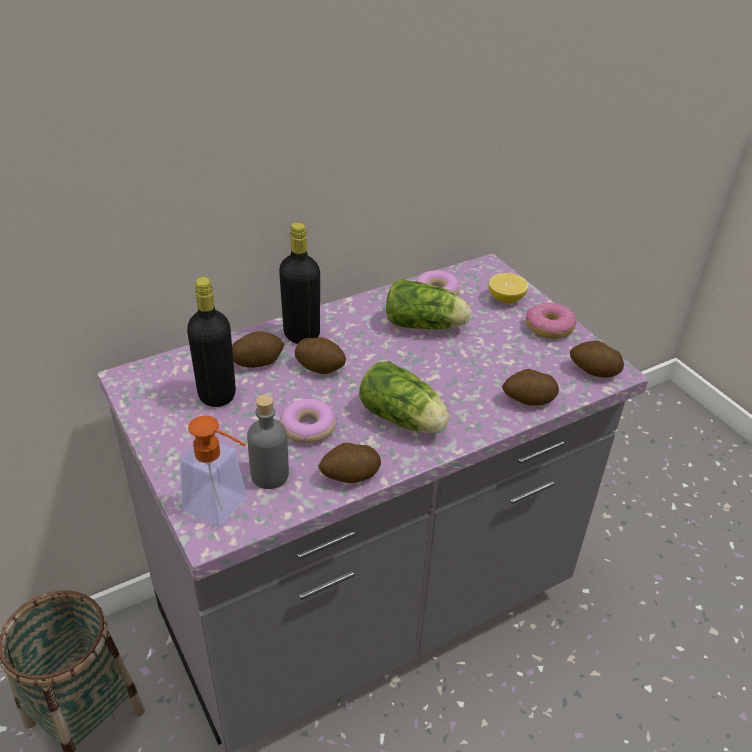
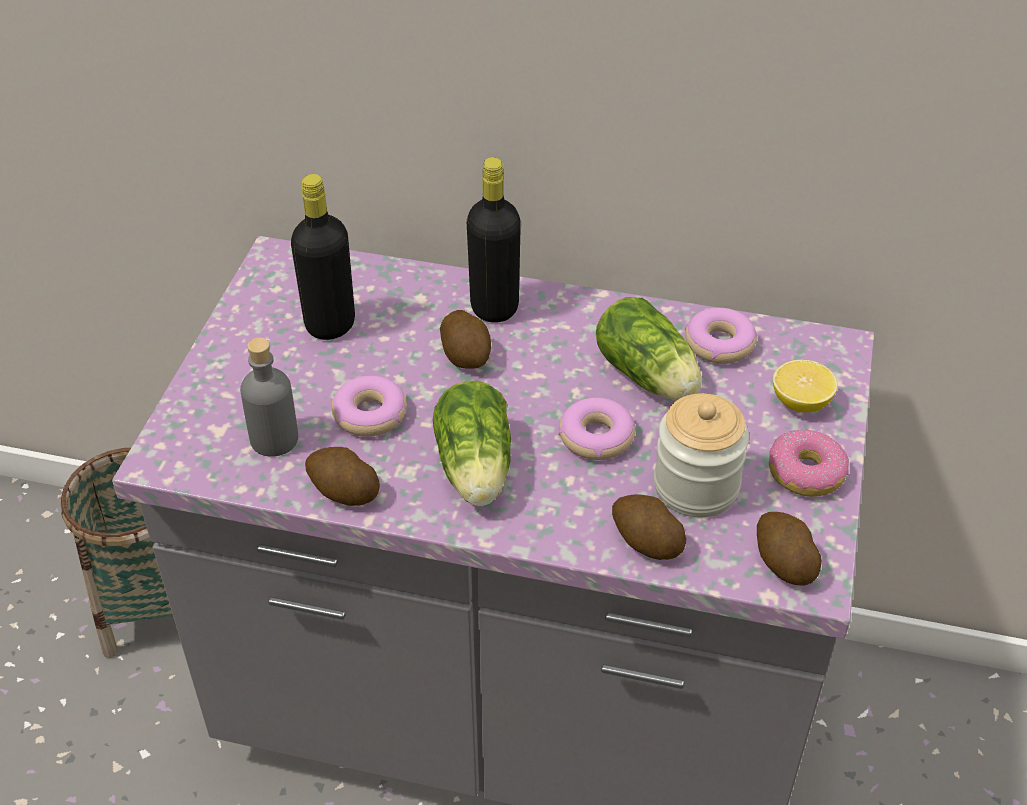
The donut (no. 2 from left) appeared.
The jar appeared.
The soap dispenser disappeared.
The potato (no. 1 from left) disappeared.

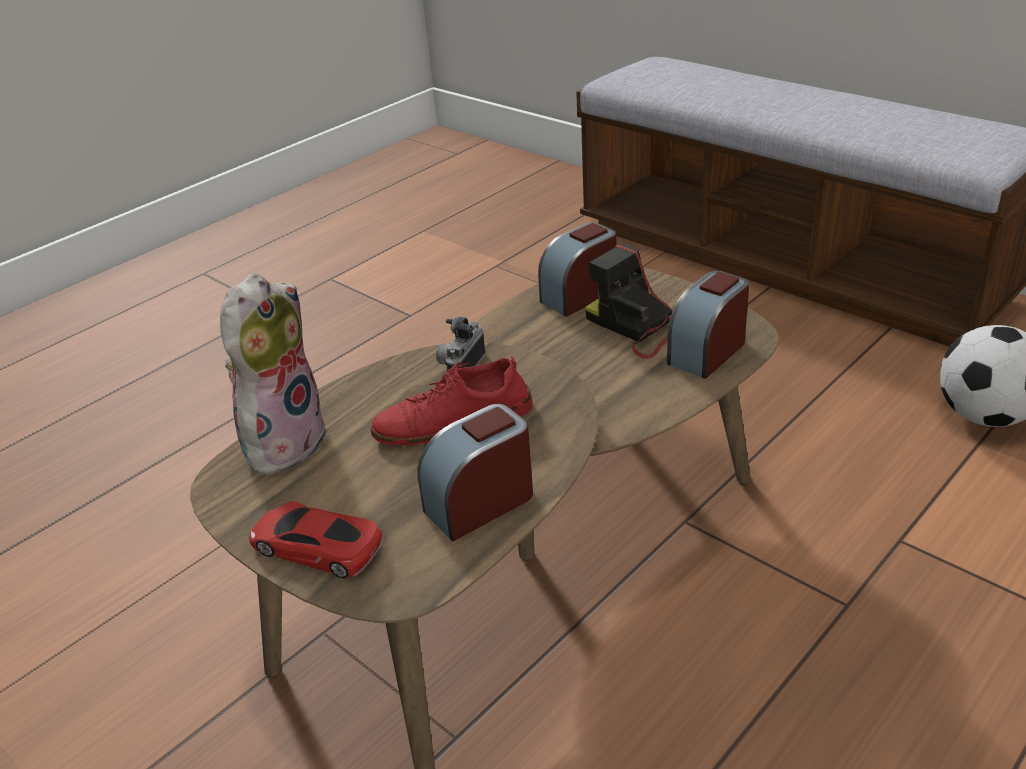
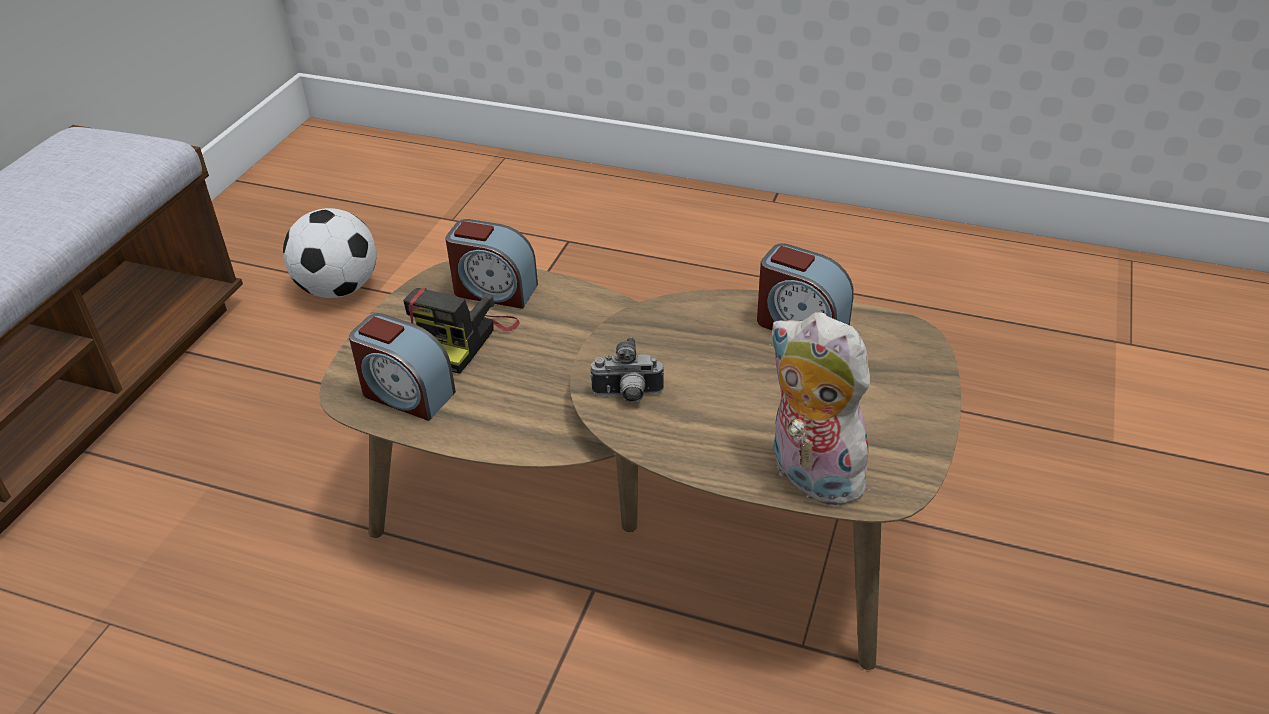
The plush toy turned 45 degrees clockwise.
The toy car/red disappeared.
The shoe/red disappeared.

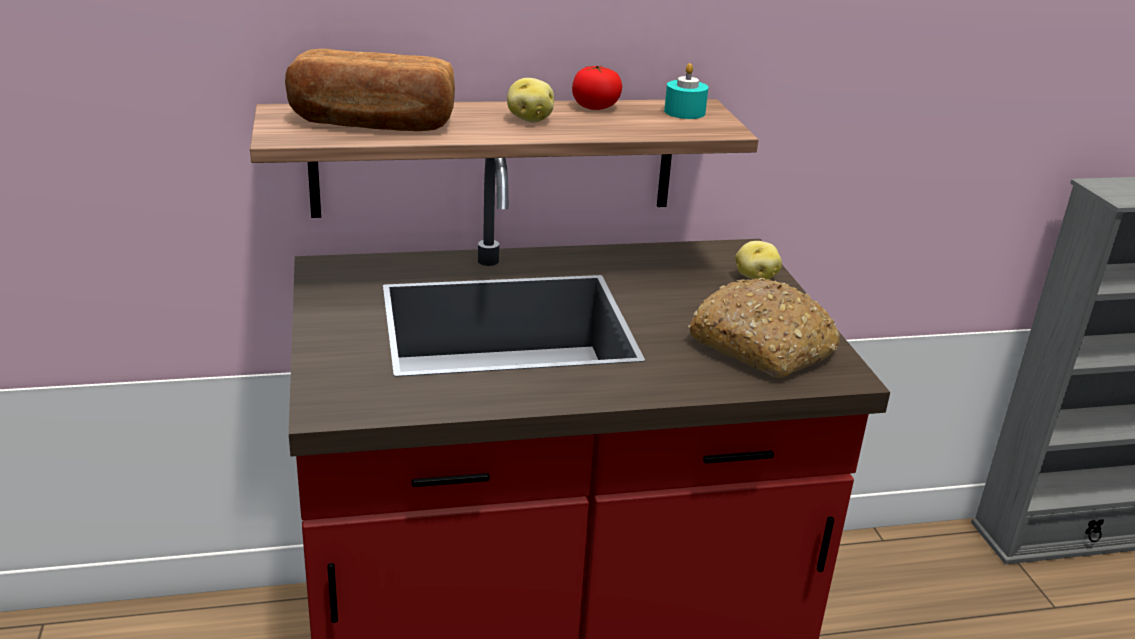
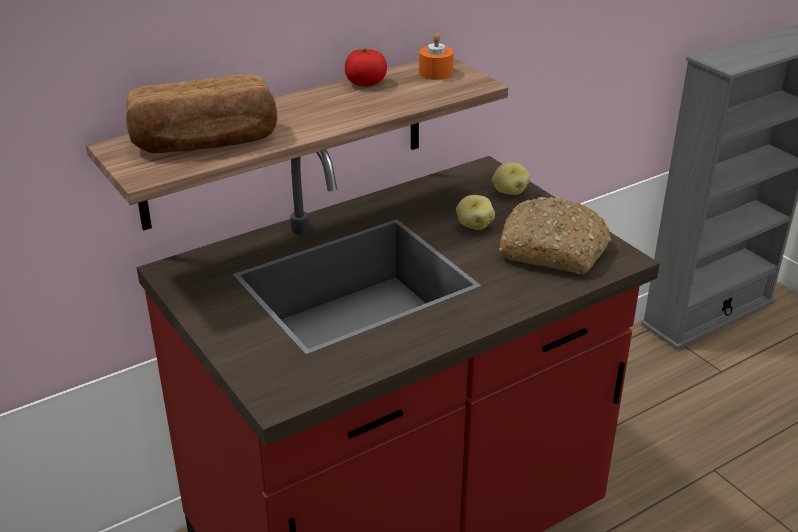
The candle/turquoise became the candle/orange.
The potato (no. 1 from left) moved.

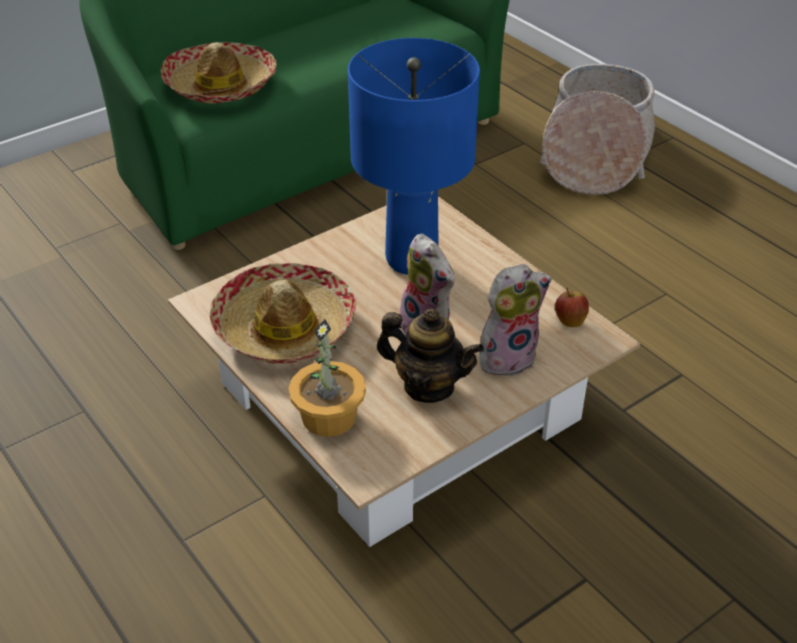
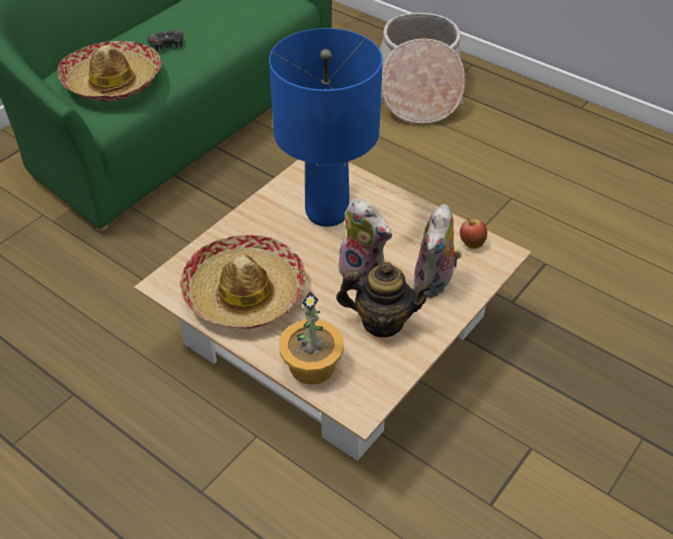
The game controller/black appeared.
The plush toy (no. 2 from left) turned 150 degrees clockwise.

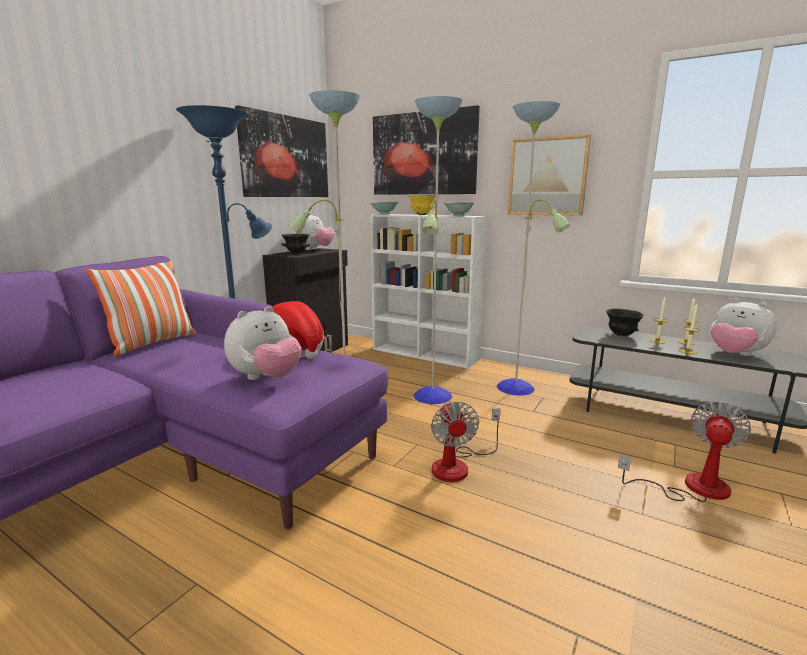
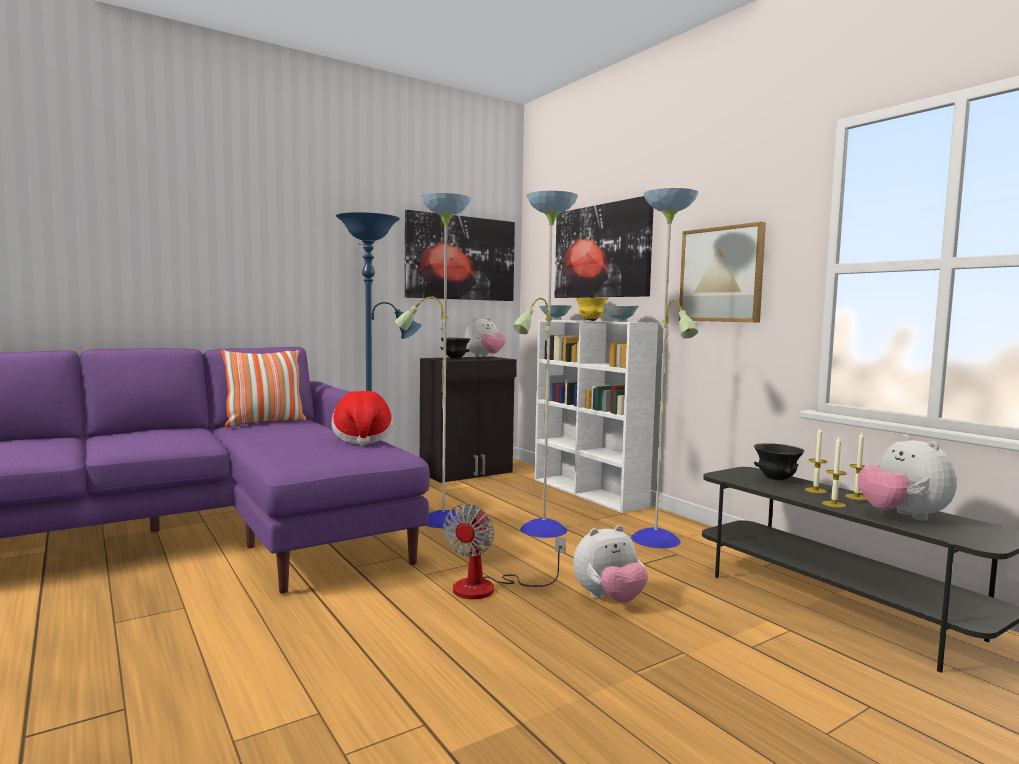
The plush toy (no. 1 from left in the first image) moved.
The fan (no. 2 from left) disappeared.

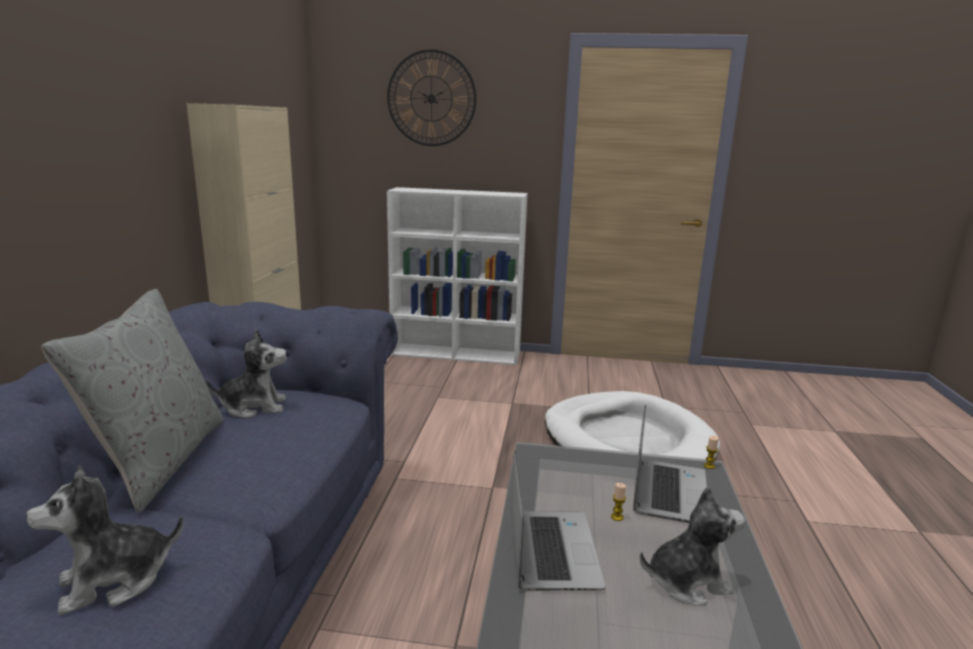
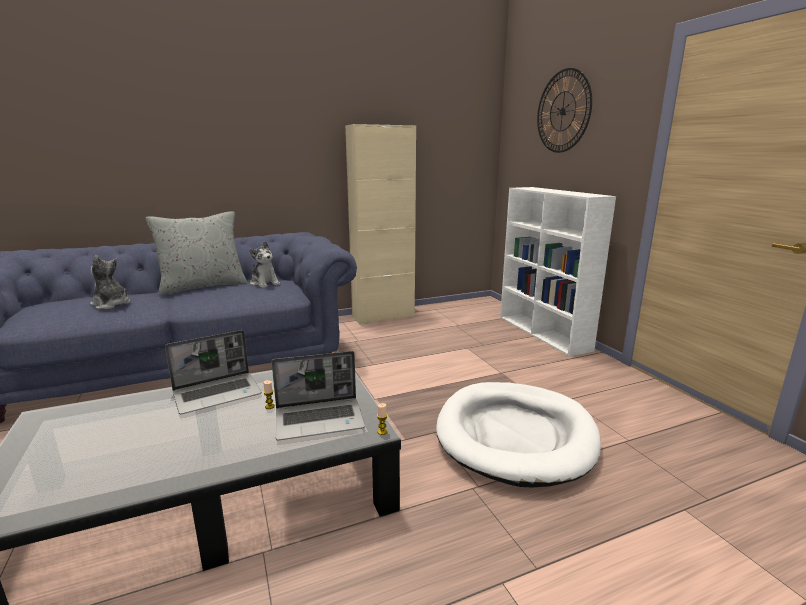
The plush toy (no. 3 from left) disappeared.

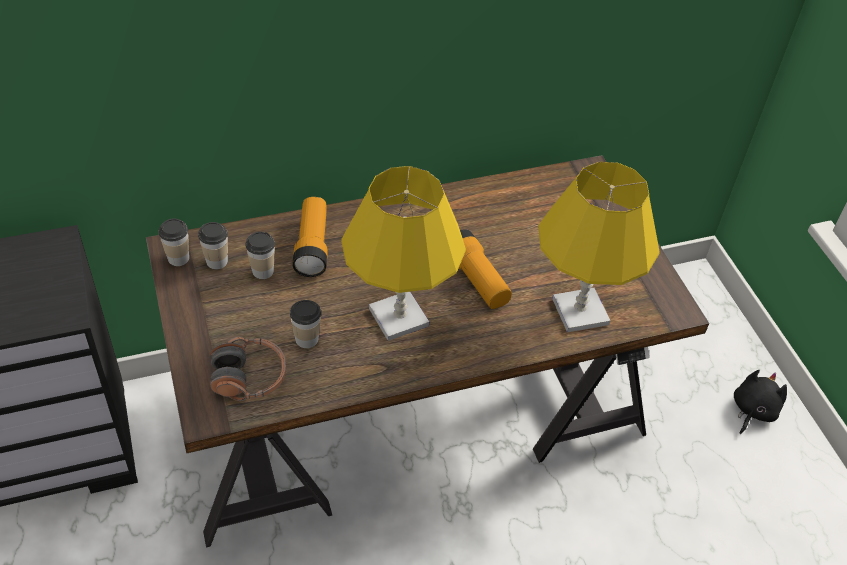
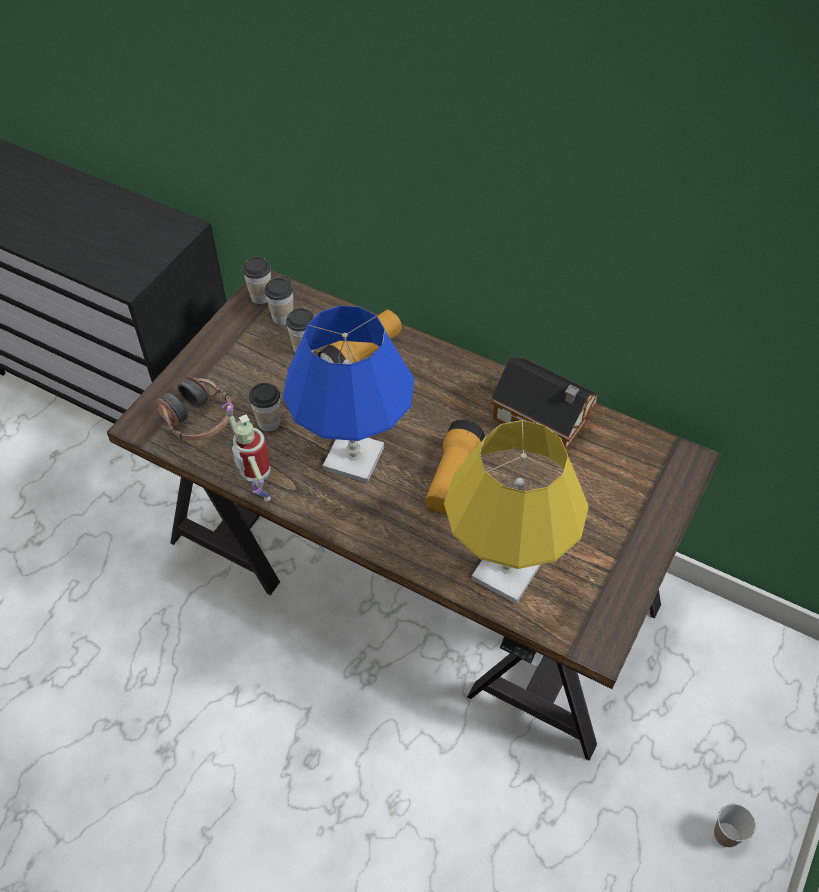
The toy robot appeared.
The table lamp/yellow (no. 1 from left) became the table lamp/blue.
The toy house appeared.
The plush toy/black was replaced by the cup (no. 5 from left).

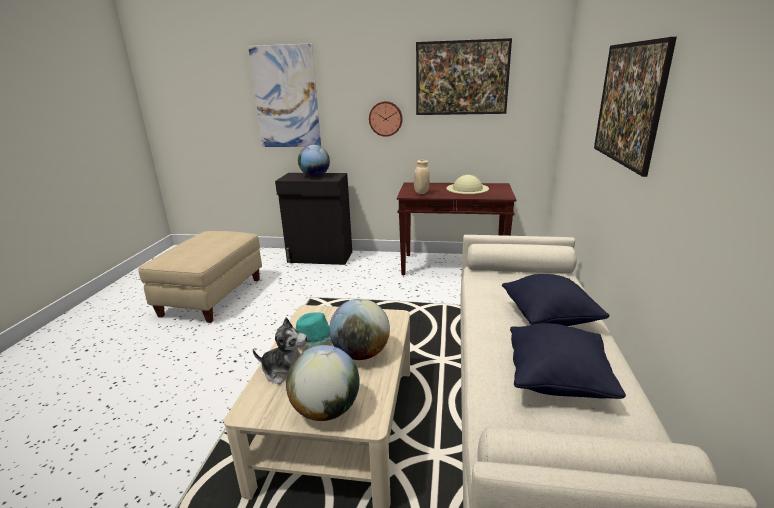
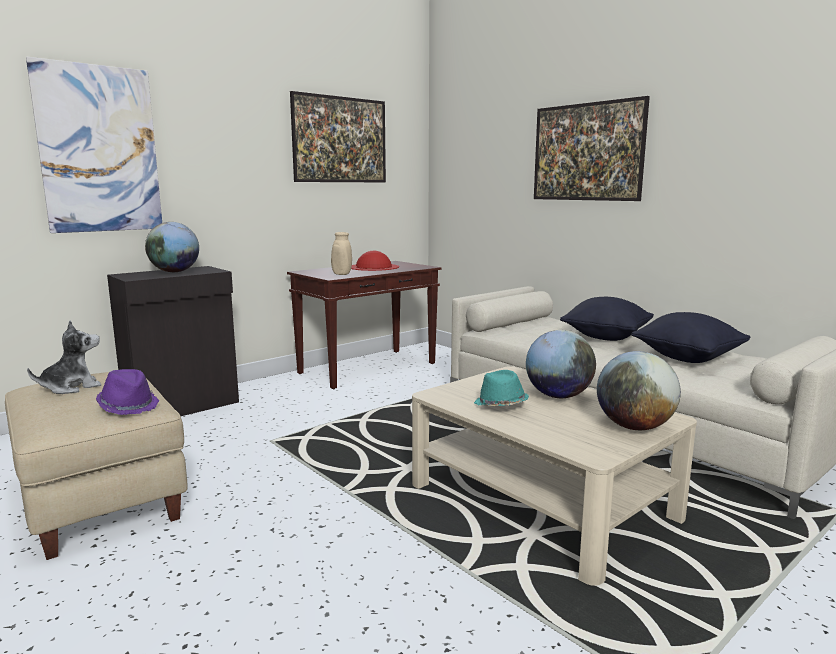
The plush toy moved.
The hat/purple appeared.
The hat/beige became the hat/red.
The wall clock disappeared.

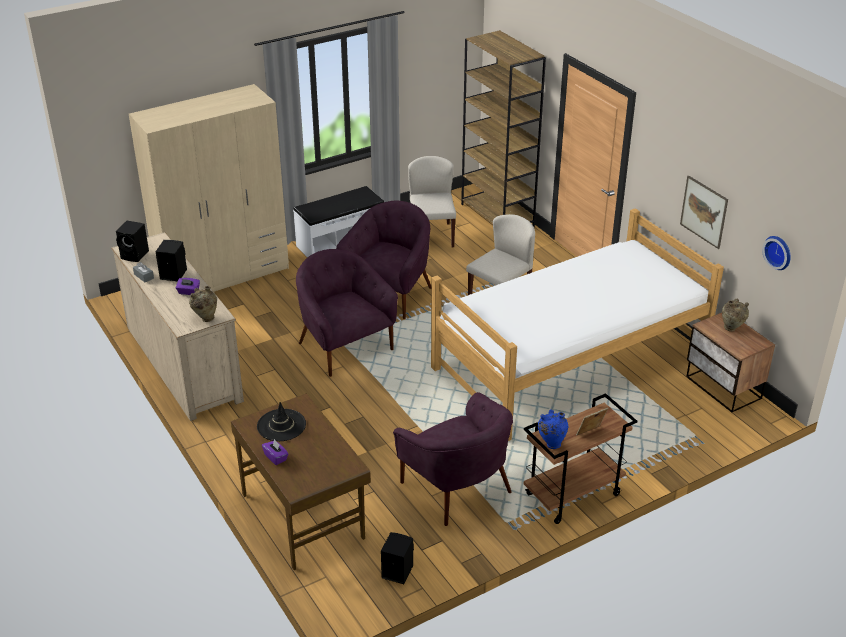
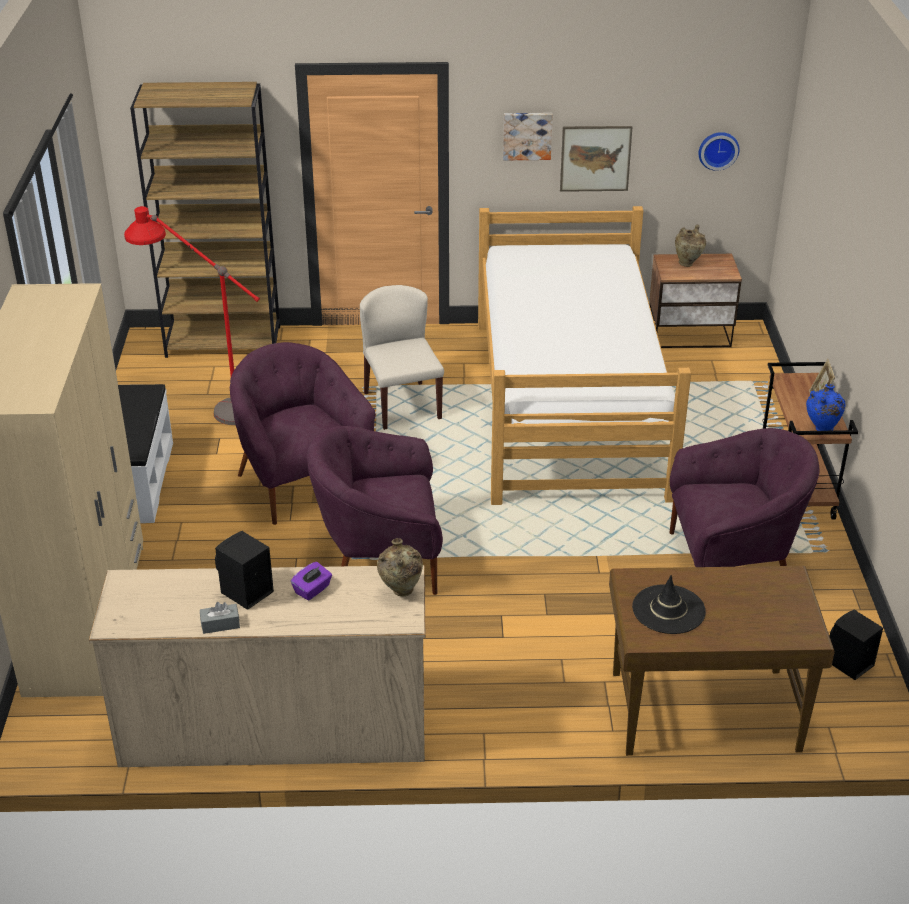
The chair/beige (no. 1 from left) was replaced by the floor lamp/red.
The picture (no. 1 from left) appeared.
The speaker/black (no. 1 from left) disappeared.
The tissue box/purple (no. 2 from left) disappeared.

